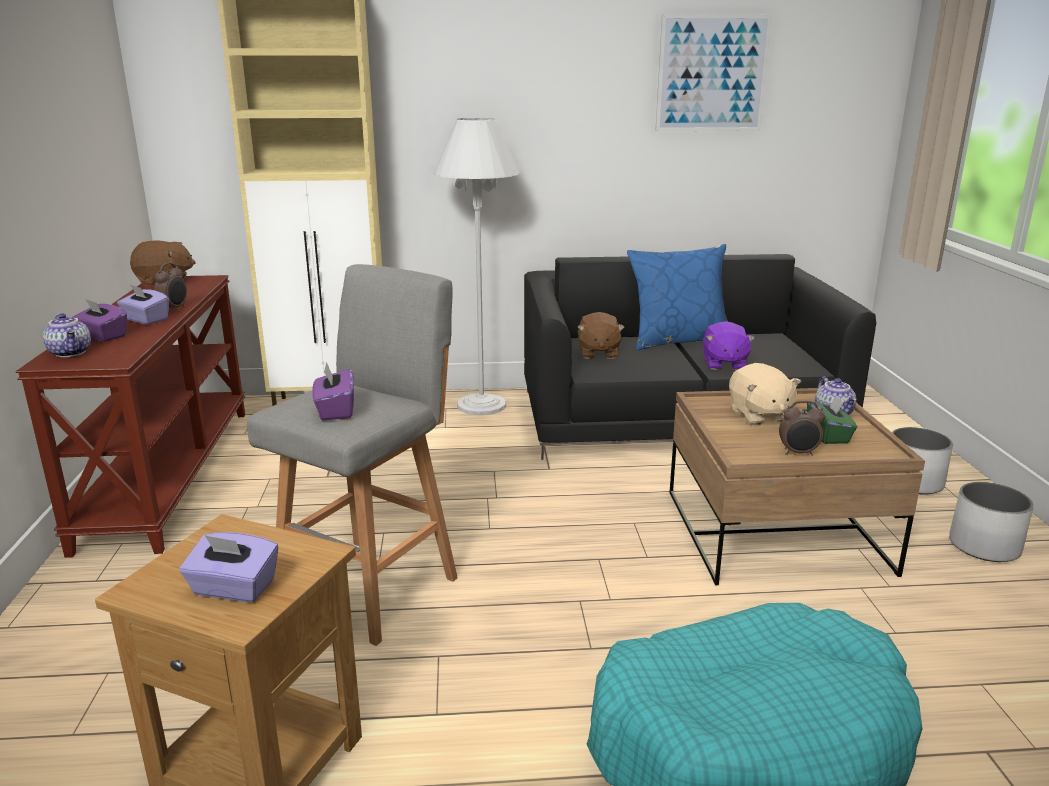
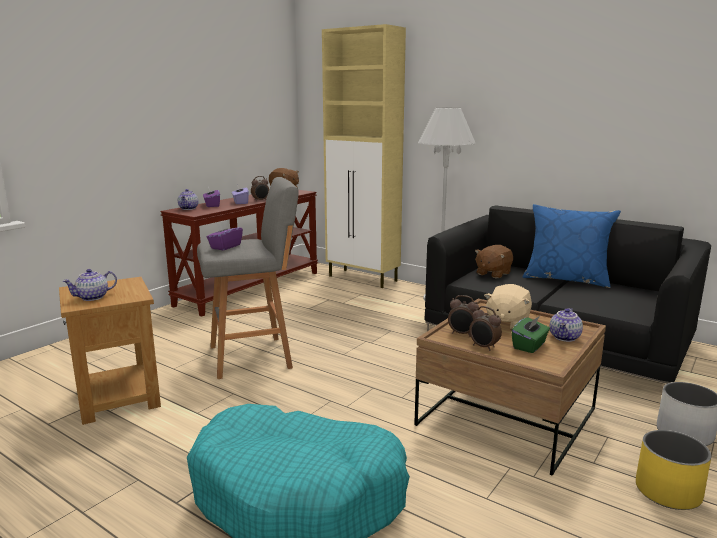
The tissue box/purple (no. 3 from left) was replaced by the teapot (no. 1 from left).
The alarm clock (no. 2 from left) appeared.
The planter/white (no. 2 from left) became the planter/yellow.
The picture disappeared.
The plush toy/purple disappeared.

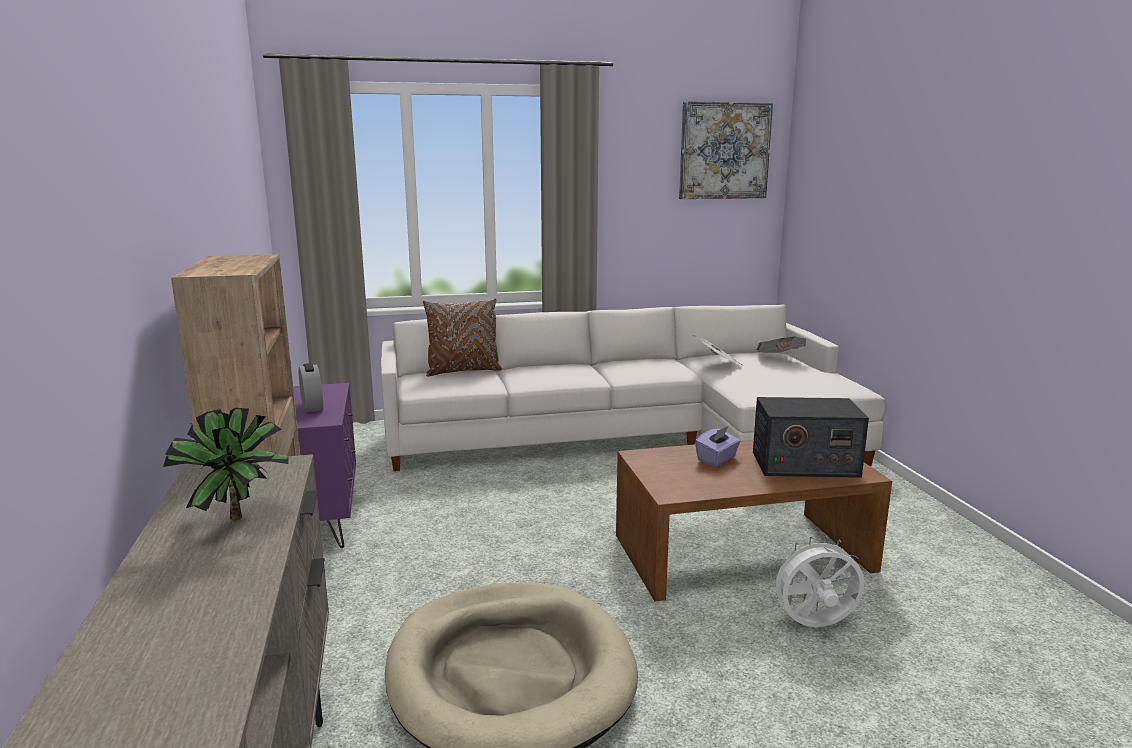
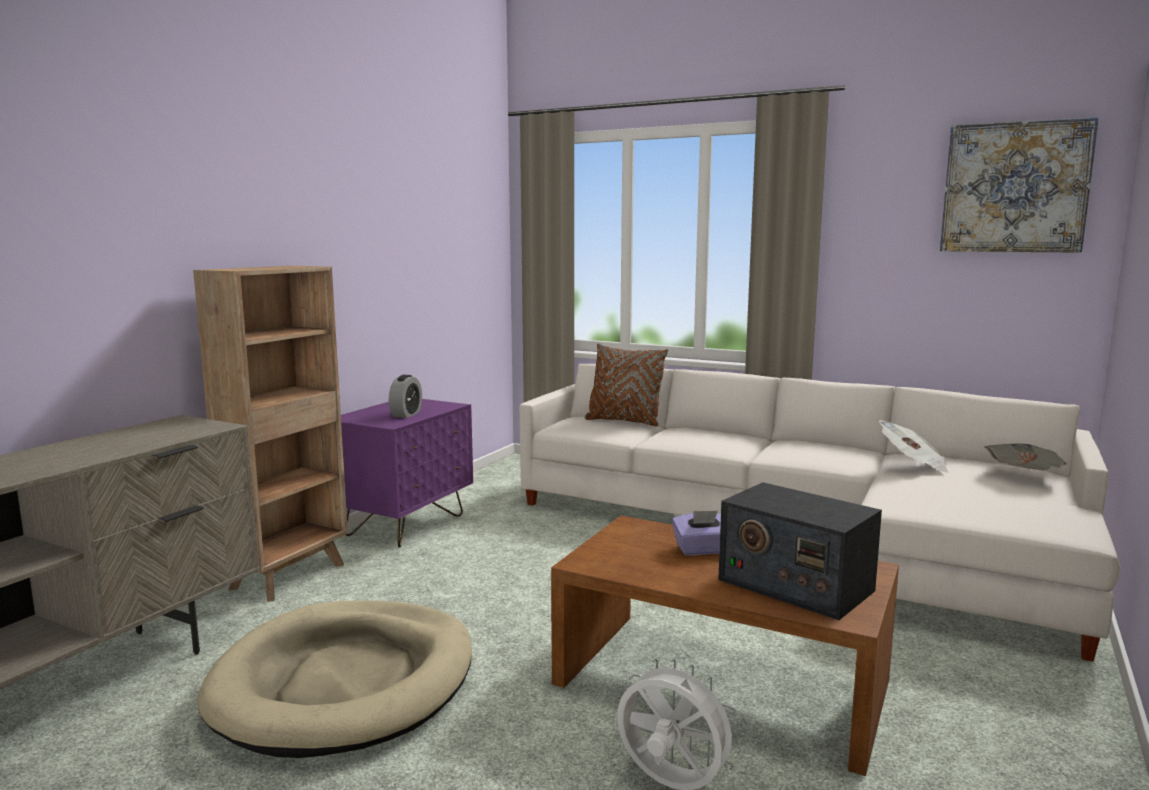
The potted plant disappeared.

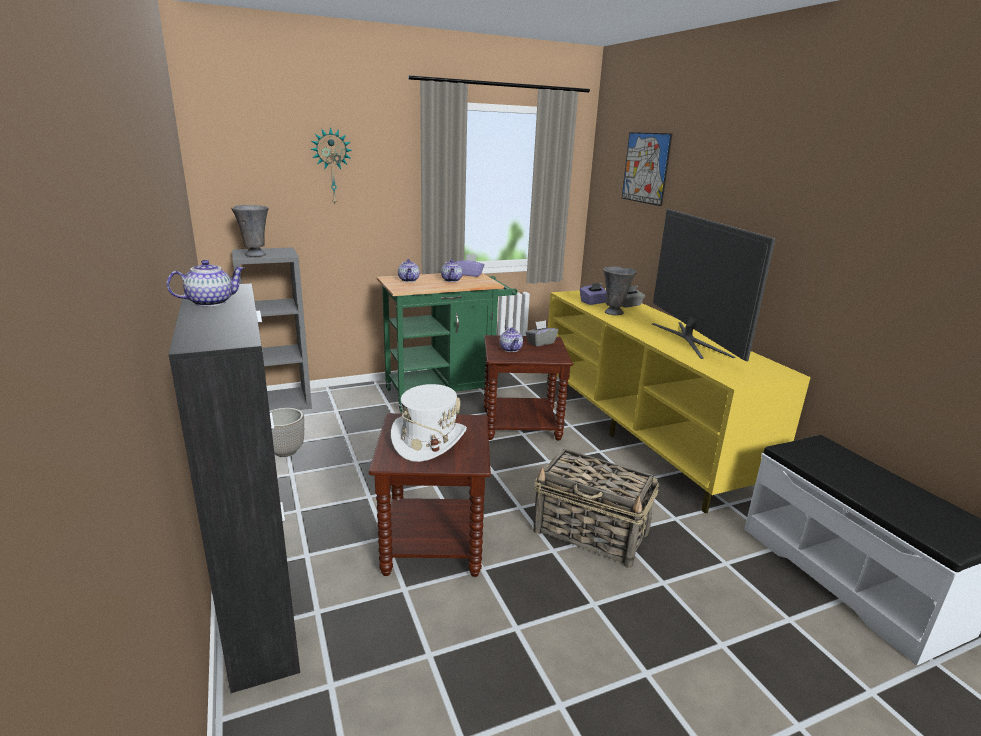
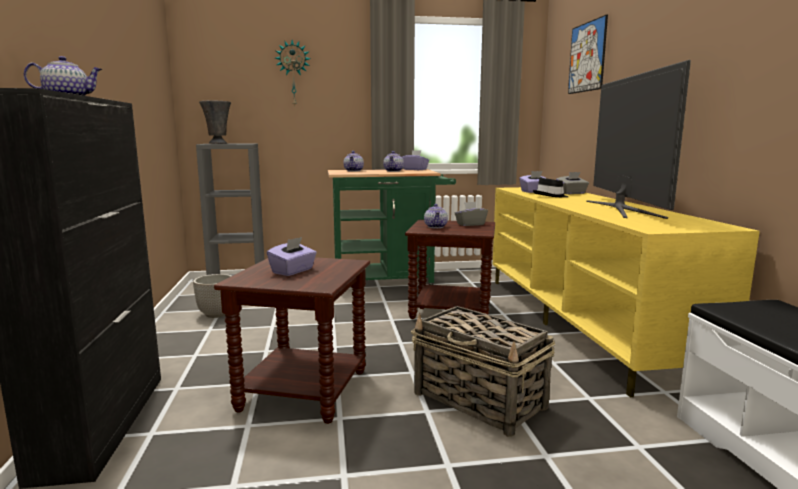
The hat/white was replaced by the tissue box/purple (no. 1 from left).
The vase/grey (no. 2 from left) was replaced by the hat/black.

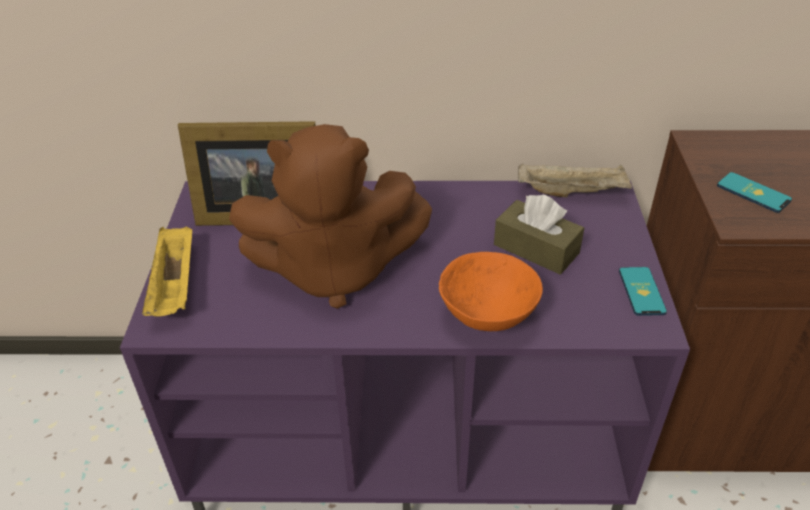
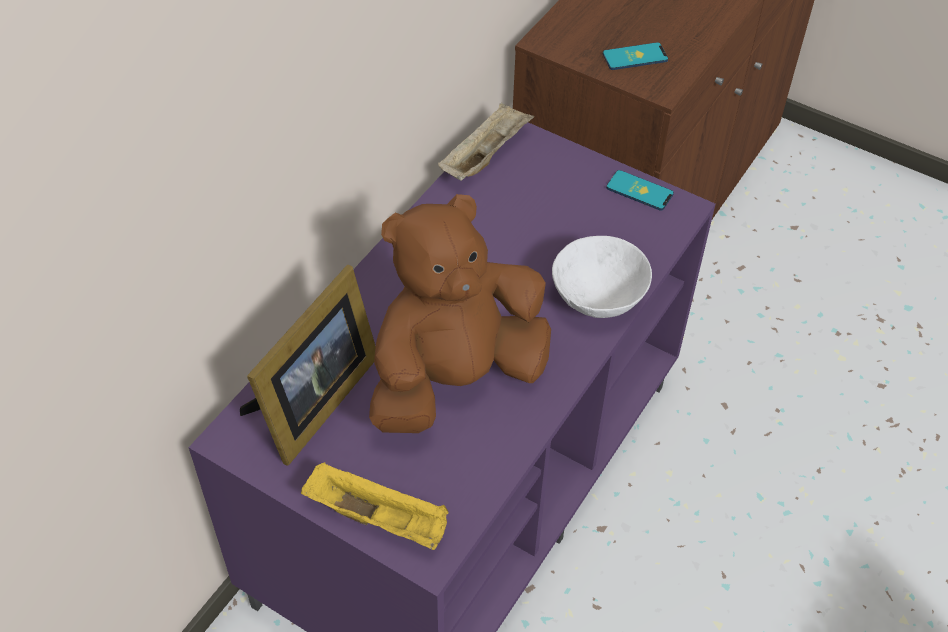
The plush toy/brown turned 150 degrees counterclockwise.
The bowl/orange became the bowl/white.
The tissue box/brown disappeared.

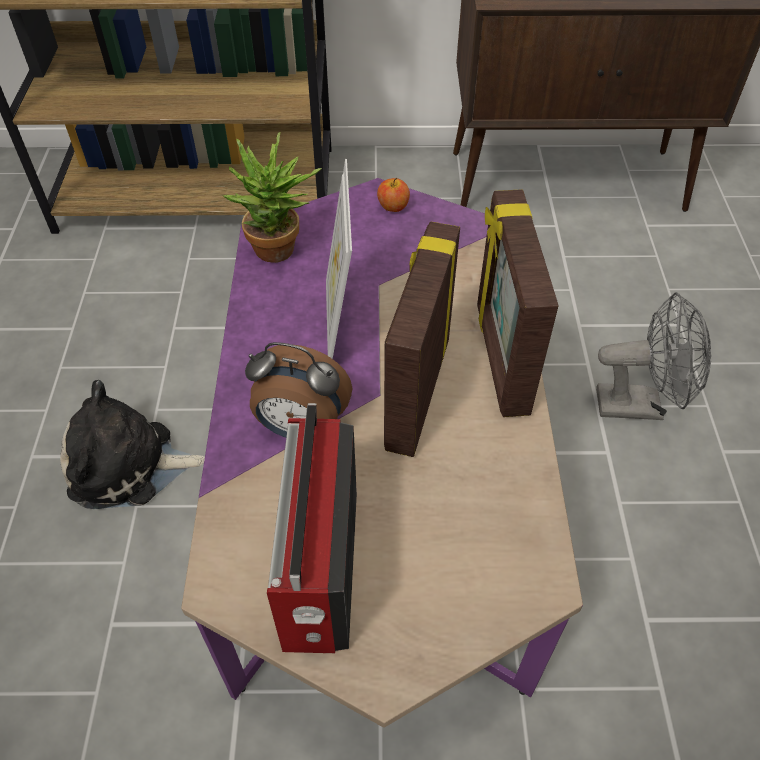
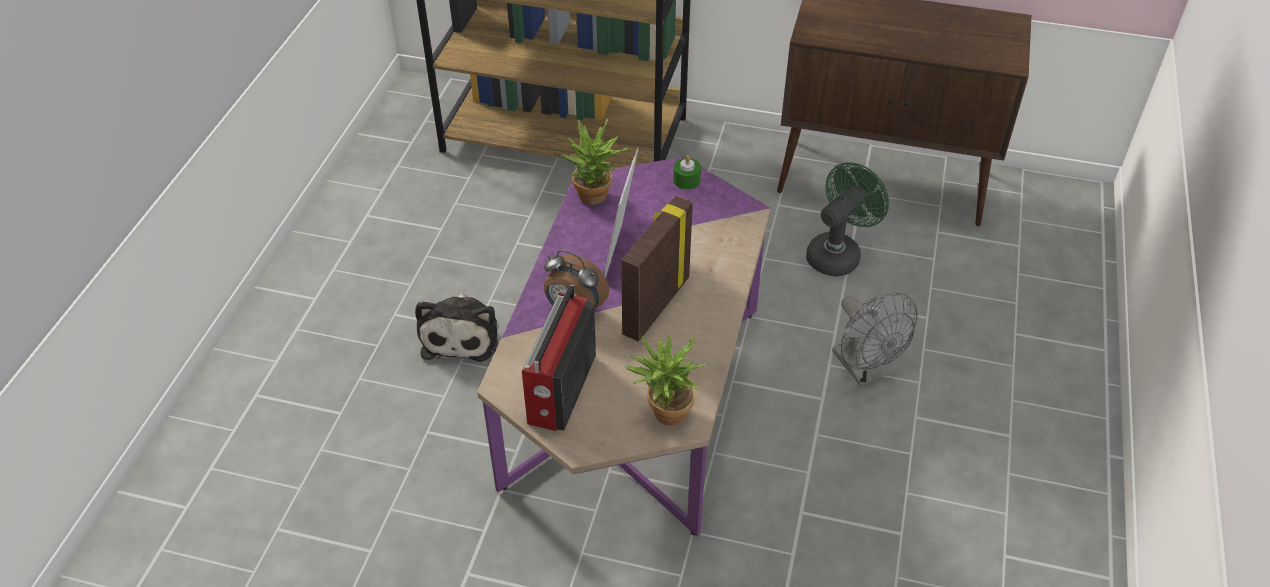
The plush toy turned 105 degrees counterclockwise.
The potted plant (no. 2 from left) appeared.
The apple was replaced by the candle/green.
The fan/green appeared.
The fan/grey turned 45 degrees clockwise.
The picture frame (no. 3 from left) disappeared.

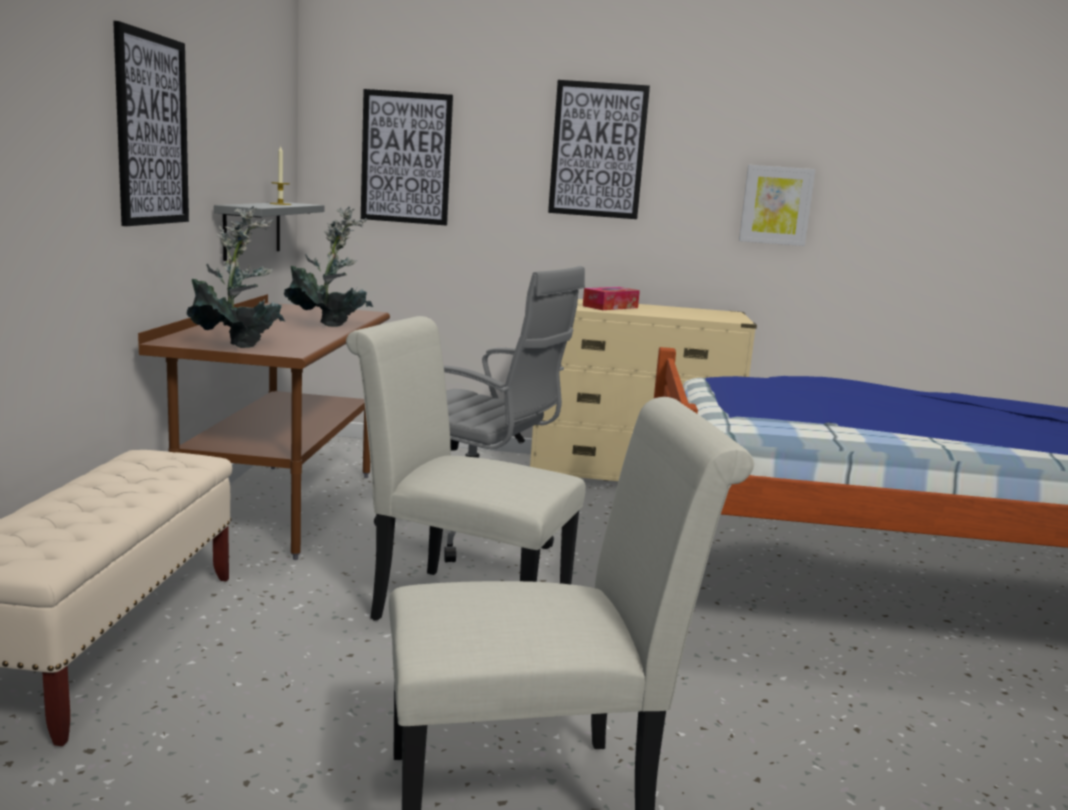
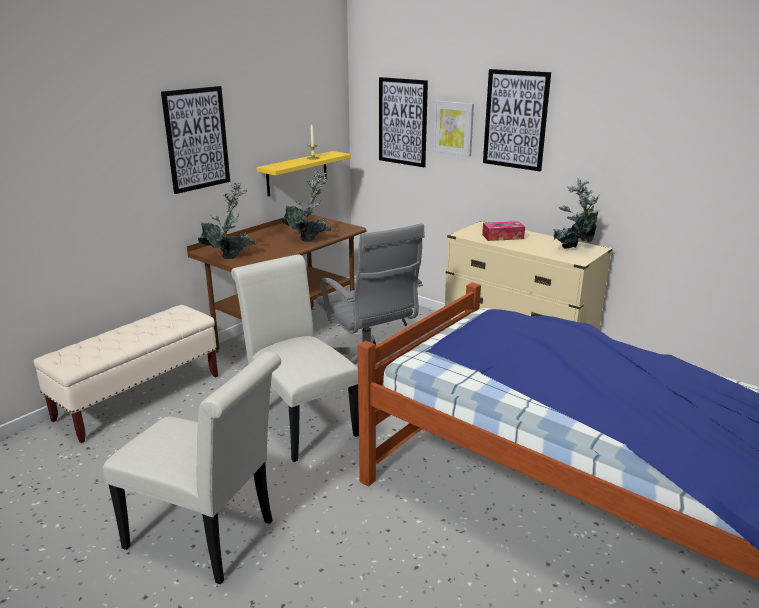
The shelf/grey became the shelf/yellow.
The picture (no. 4 from left in the first image) moved.
The potted plant (no. 3 from left) appeared.

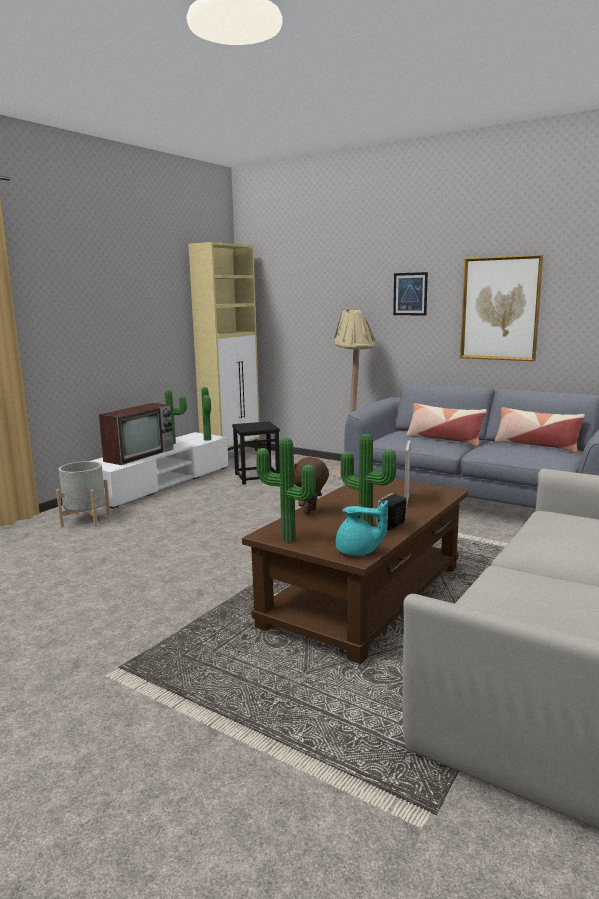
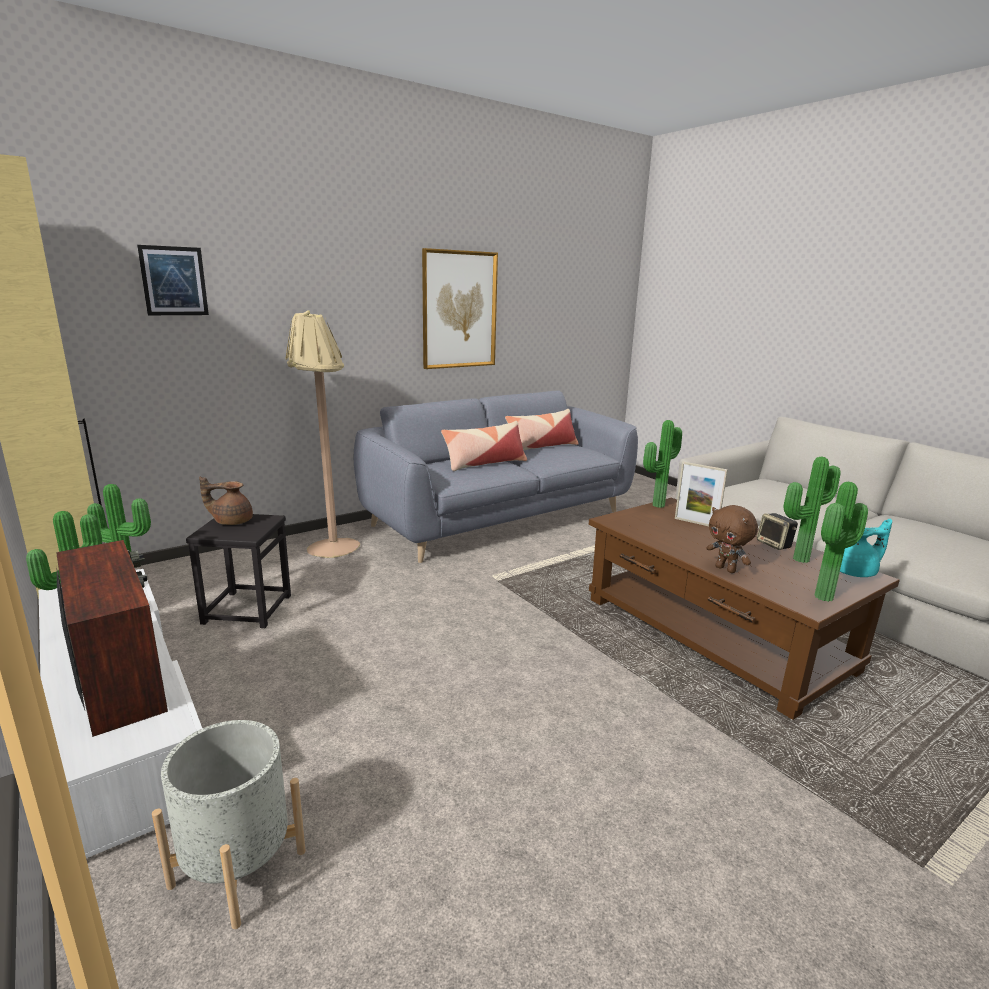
The picture (no. 1 from left) moved.
The teapot/brown appeared.
The potted plant (no. 3 from left) appeared.
The teapot/turquoise turned 45 degrees clockwise.

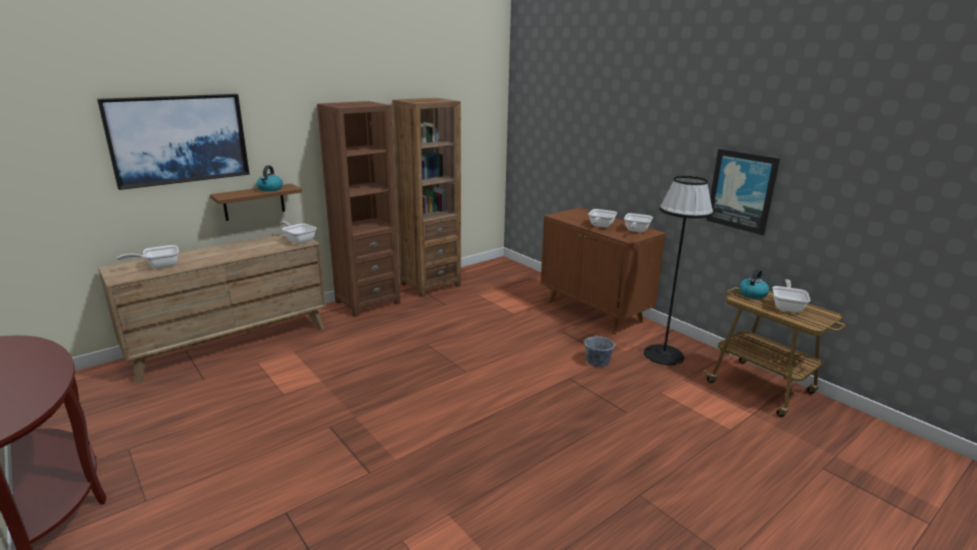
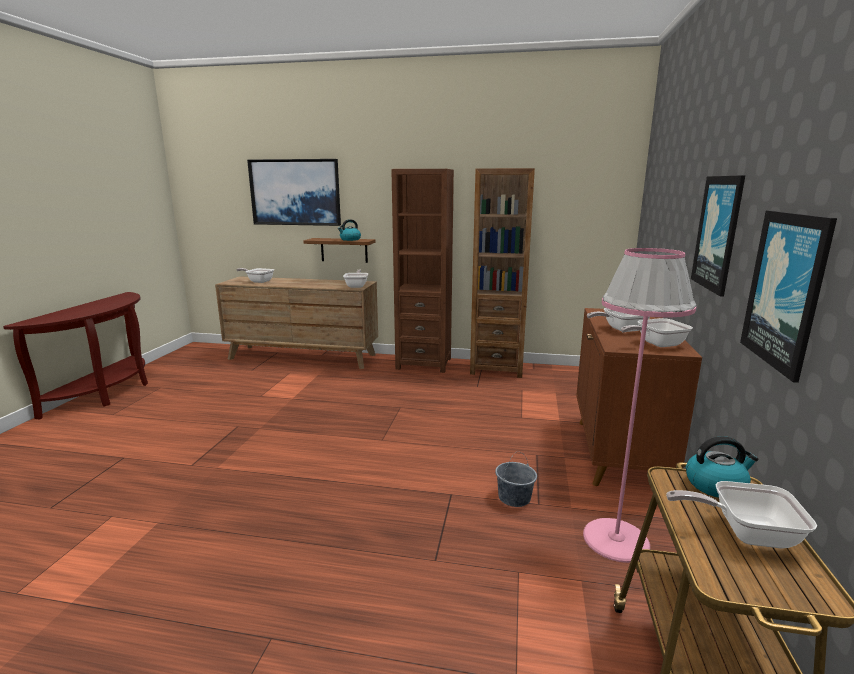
The floor lamp/black became the floor lamp/pink.
The frying pan (no. 5 from left) turned 150 degrees counterclockwise.
The picture (no. 2 from left) appeared.

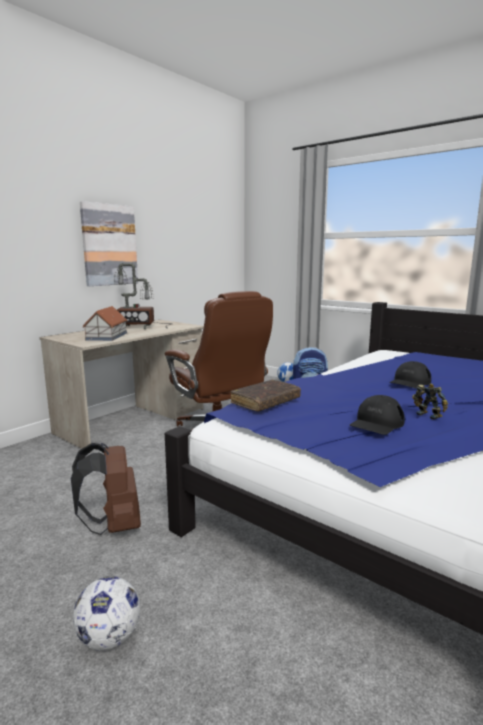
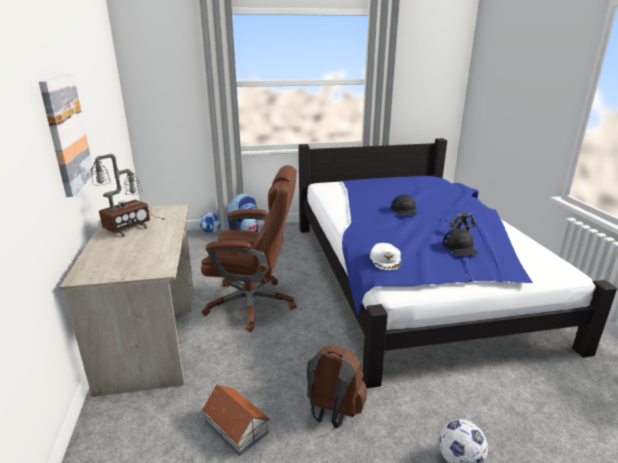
The toy house moved.
The book/brown was replaced by the cap/white.

